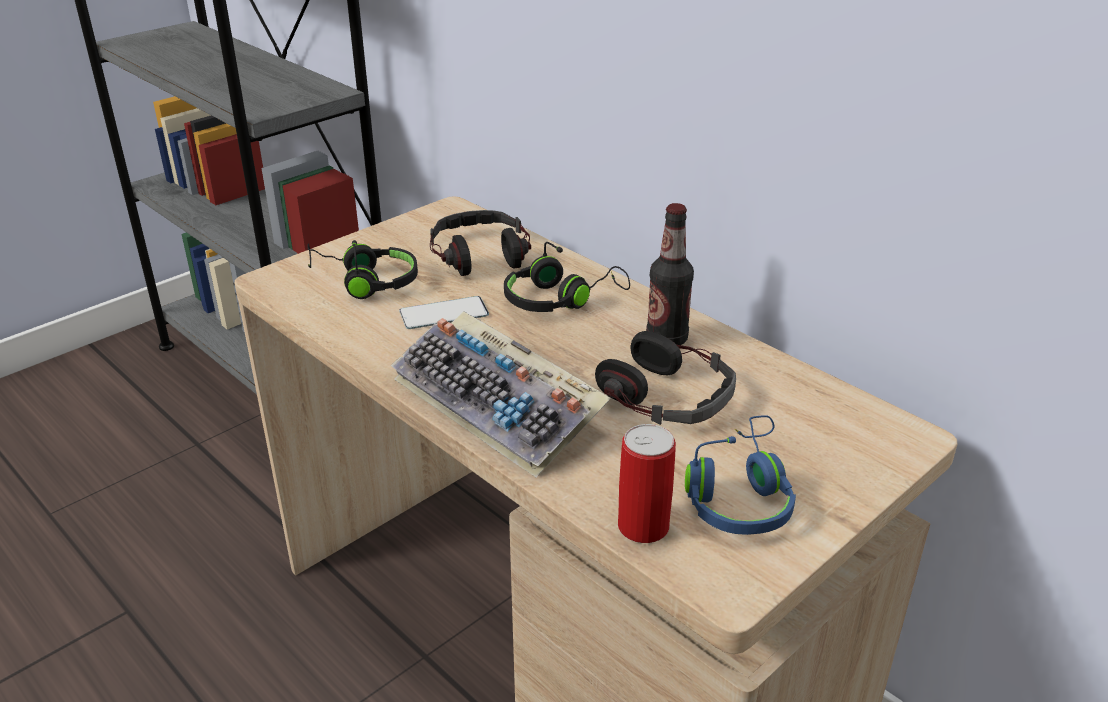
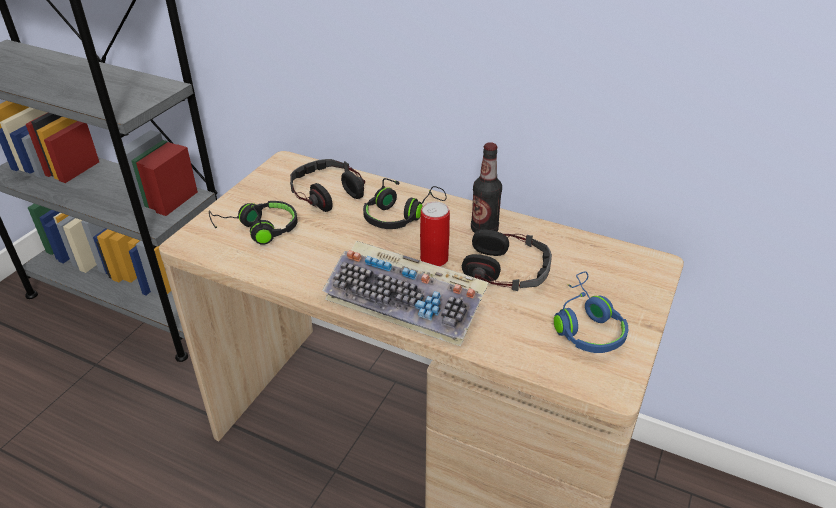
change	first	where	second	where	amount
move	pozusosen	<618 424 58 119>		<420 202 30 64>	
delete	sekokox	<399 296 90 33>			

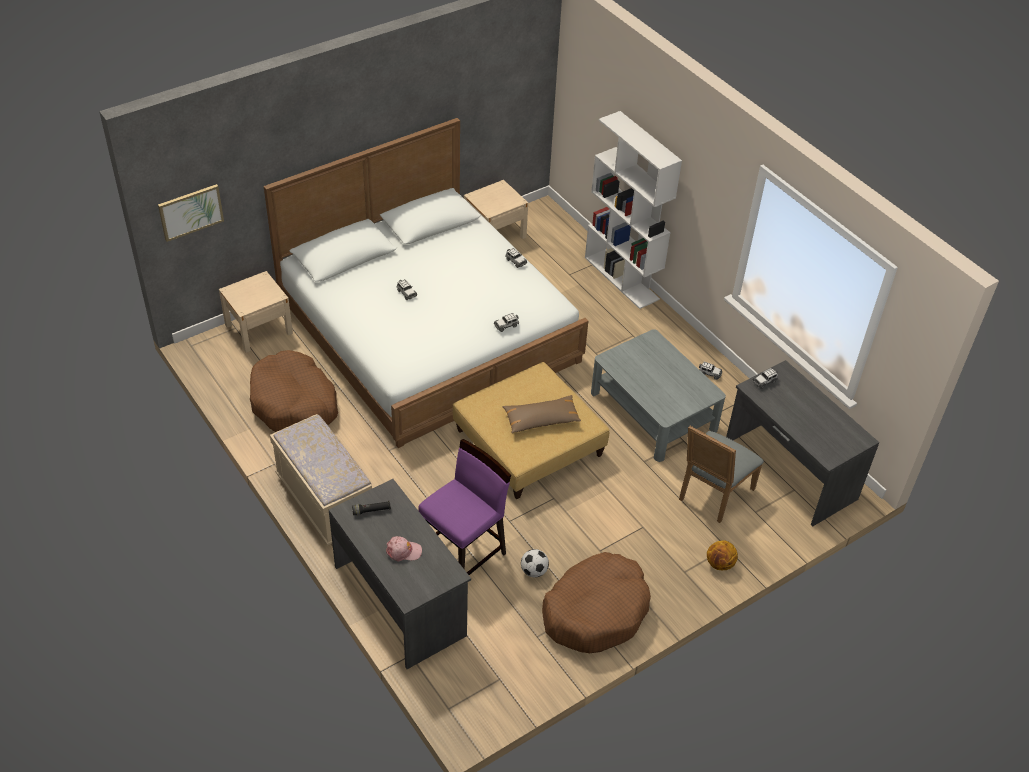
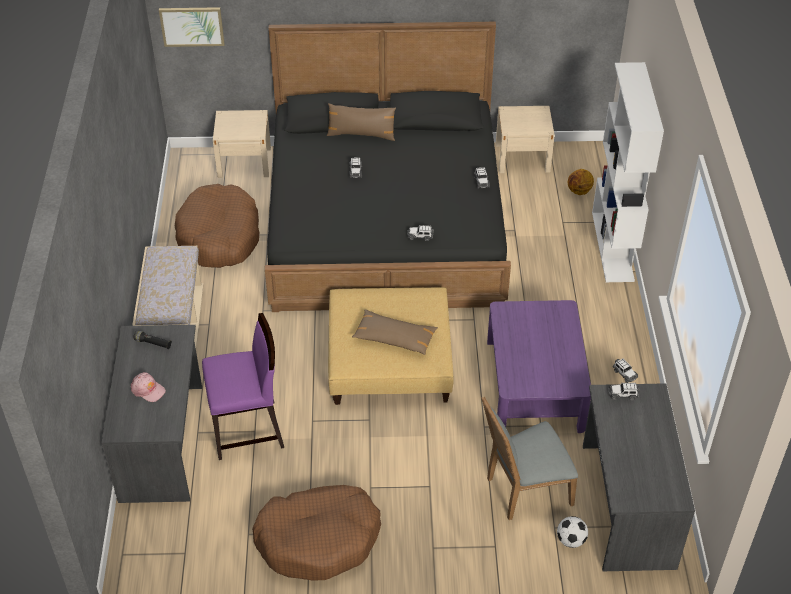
change	first	where	second	where	amount
recolor	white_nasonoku	<264 118 324 330>	black_nasonoku	<265 22 246 290>	
insert			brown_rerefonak	<327 103 69 38>	
recolor	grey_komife	<591 329 135 133>	purple_komife	<487 300 104 133>	
move	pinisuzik	<521 549 28 29>		<557 516 31 32>	
move	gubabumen	<707 541 31 29>		<568 169 26 26>	

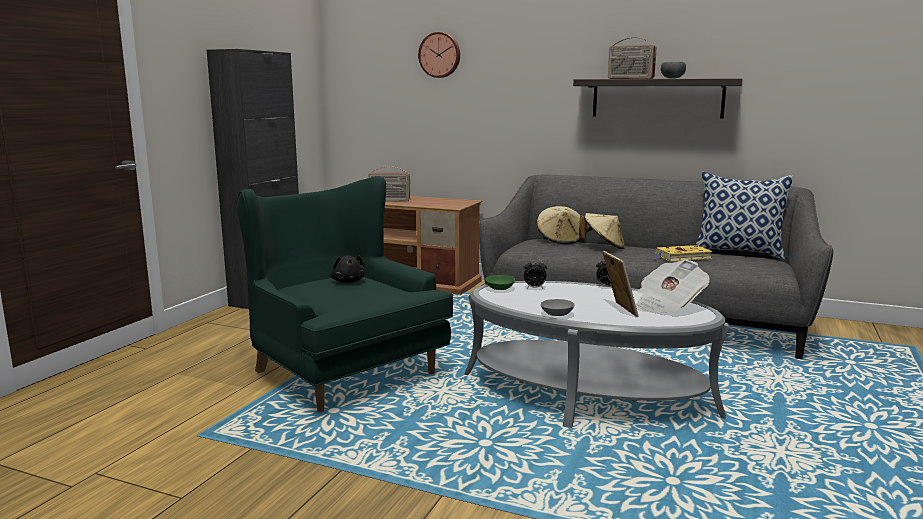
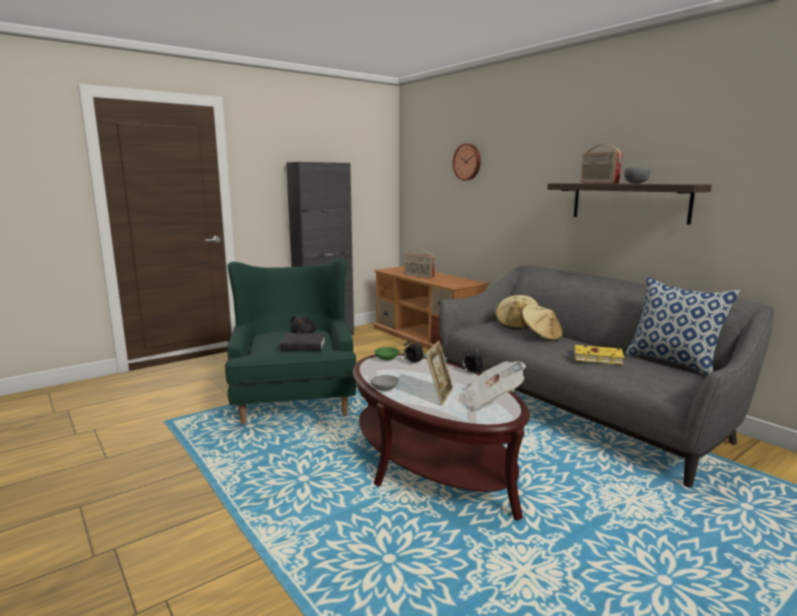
change	first	where	second	where	amount
insert			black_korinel	<280 333 45 18>	
recolor	grey_komife	<464 281 265 147>	brown_komife	<353 354 177 167>	

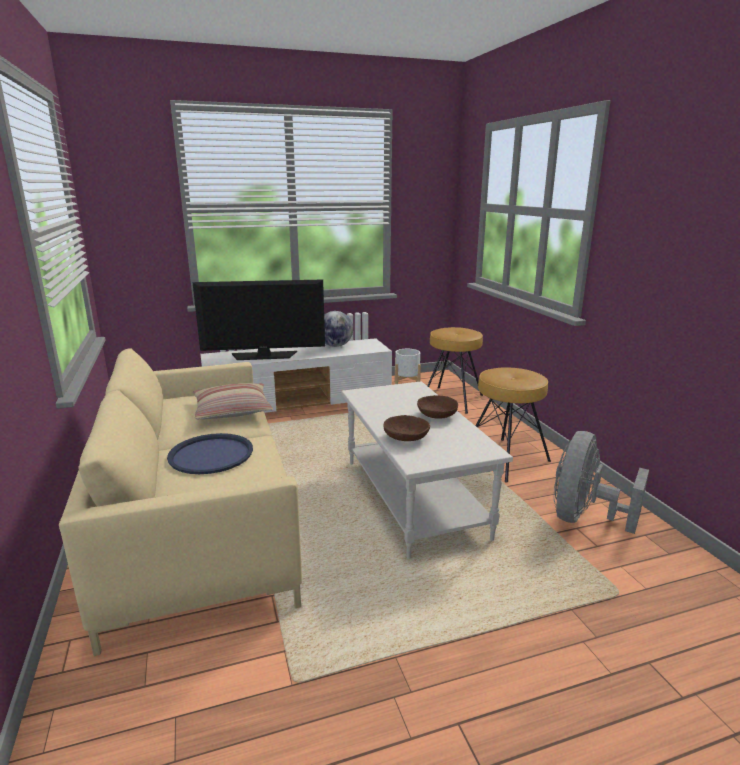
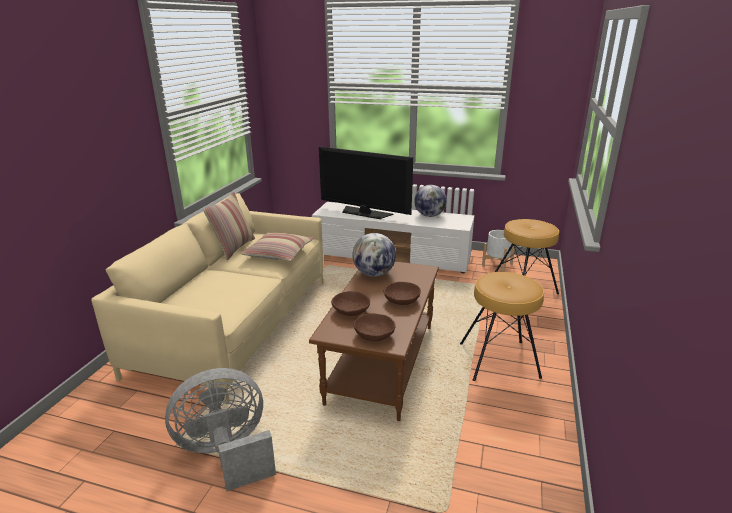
change	first	where	second	where	amount
move	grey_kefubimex	<554 431 95 103>		<165 368 111 123>	
insert			rerefonak	<203 192 52 68>	
recolor	white_komife	<341 381 172 178>	brown_komife	<309 261 130 160>	
insert			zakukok	<352 233 44 44>	
insert			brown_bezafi	<354 313 42 28>	
delete	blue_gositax	<167 433 86 41>			

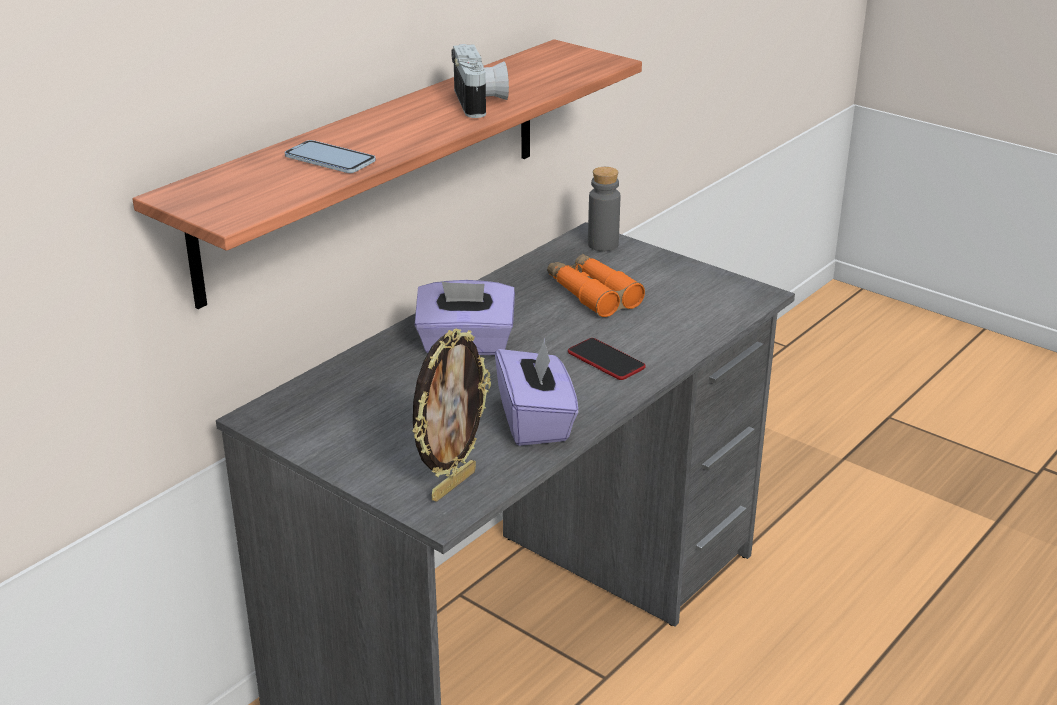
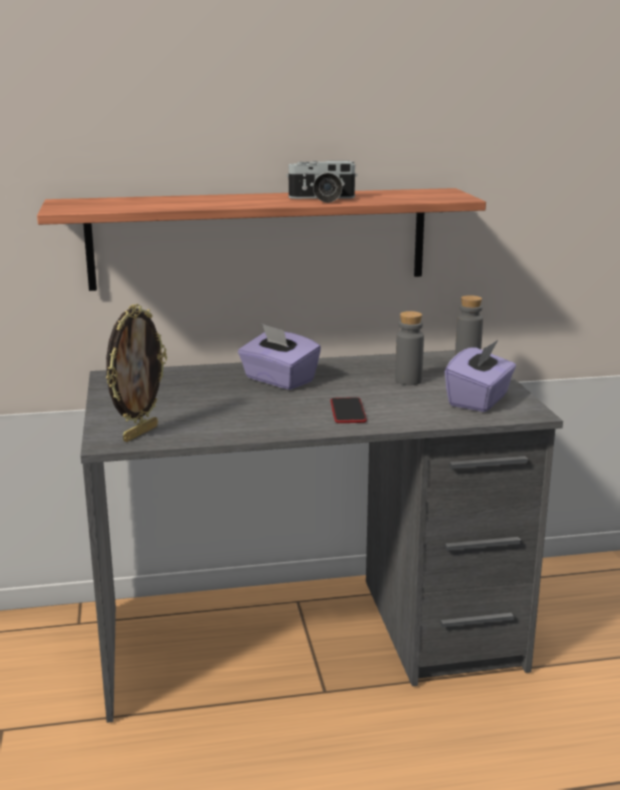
change	first	where	second	where	amount
rotate	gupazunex	<412 328 79 174>		<106 304 61 138>	45 degrees counterclockwise
rotate	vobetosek	<451 44 58 74>		<286 161 72 42>	60 degrees clockwise
replace	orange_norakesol	<547 253 98 64>	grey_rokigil	<395 311 29 74>	
move	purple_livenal	<495 339 83 107>		<445 340 71 72>	
delete	sekokox	<285 140 91 33>			

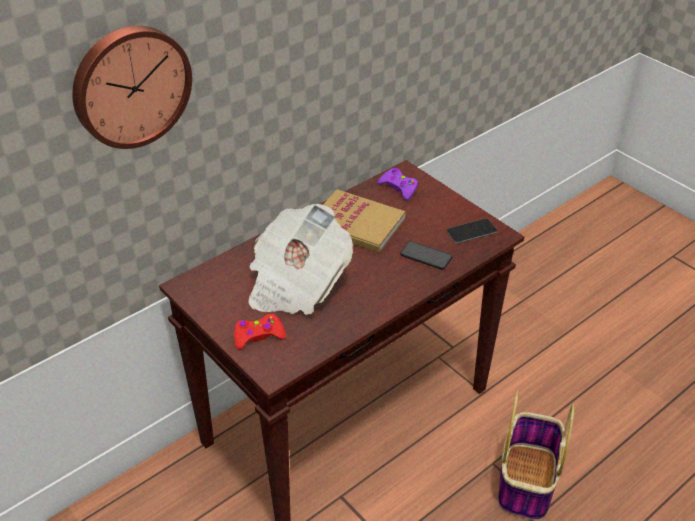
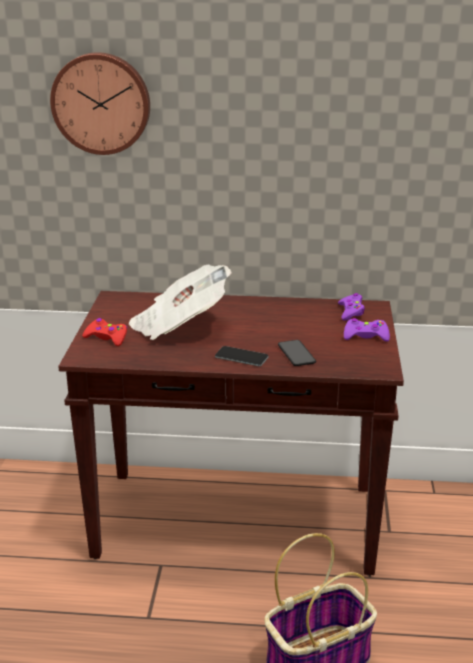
change	first	where	second	where	amount
move	sekokox	<447 219 50 24>		<215 346 54 20>	
insert			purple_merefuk	<344 318 46 24>	
delete	korinel	<323 189 83 64>			

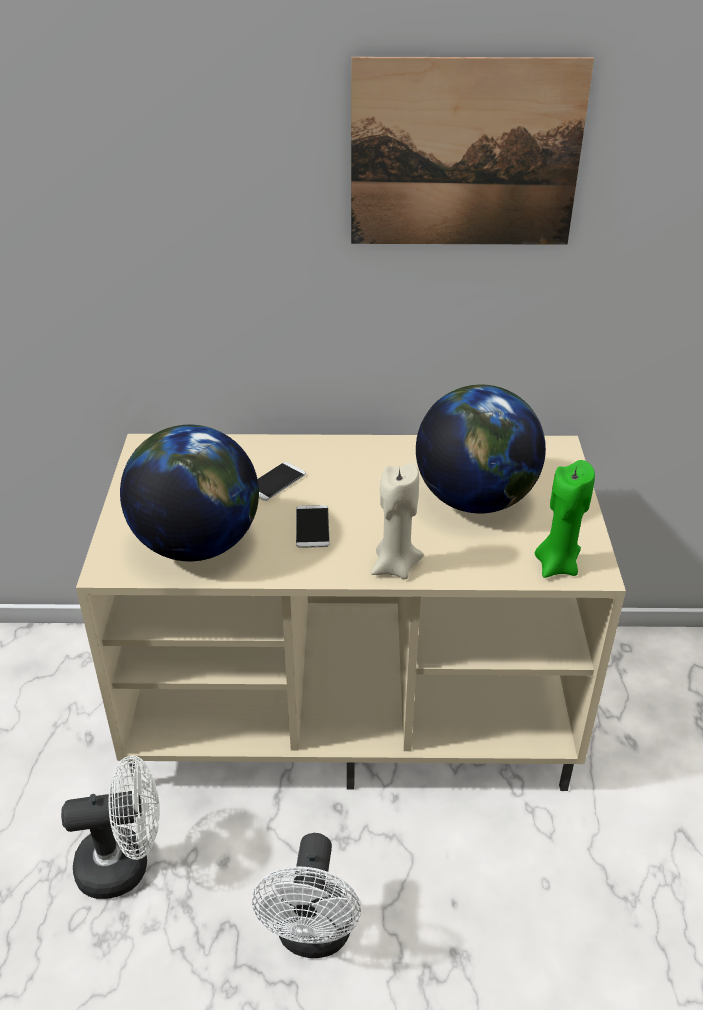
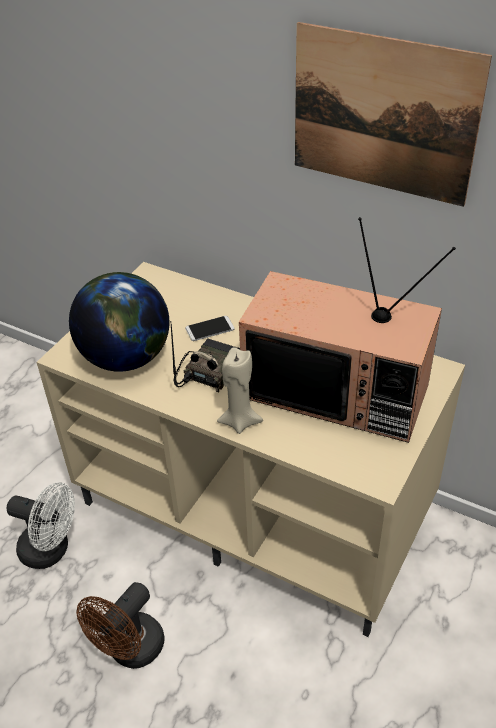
change	first	where	second	where	amount
recolor	white_kefubimex	<252 833 109 125>	brown_kefubimex	<76 582 89 87>	
replace	sekokox	<296 505 34 43>	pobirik	<170 321 70 71>	
replace	zakukok	<416 385 130 129>	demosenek	<239 217 217 226>	
delete	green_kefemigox	<535 460 60 118>			

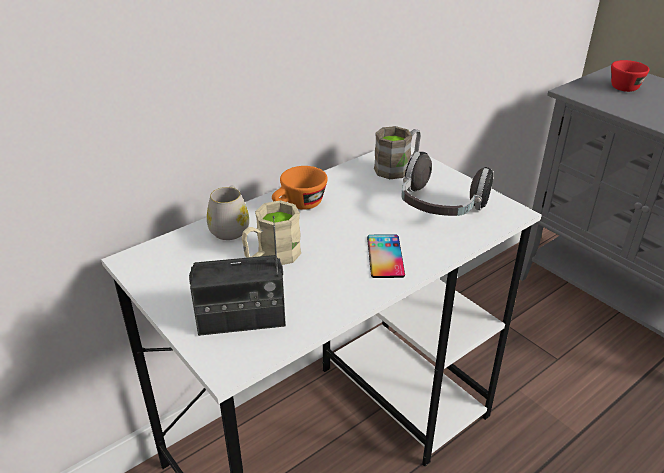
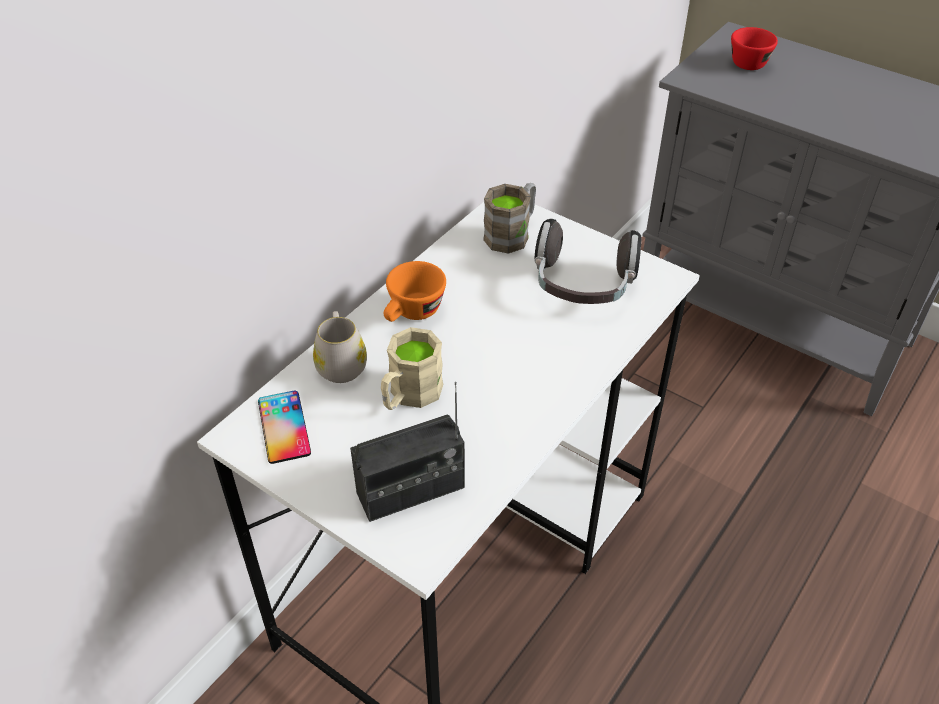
change	first	where	second	where	amount
move	sekokox	<367 234 38 44>		<258 390 53 74>	

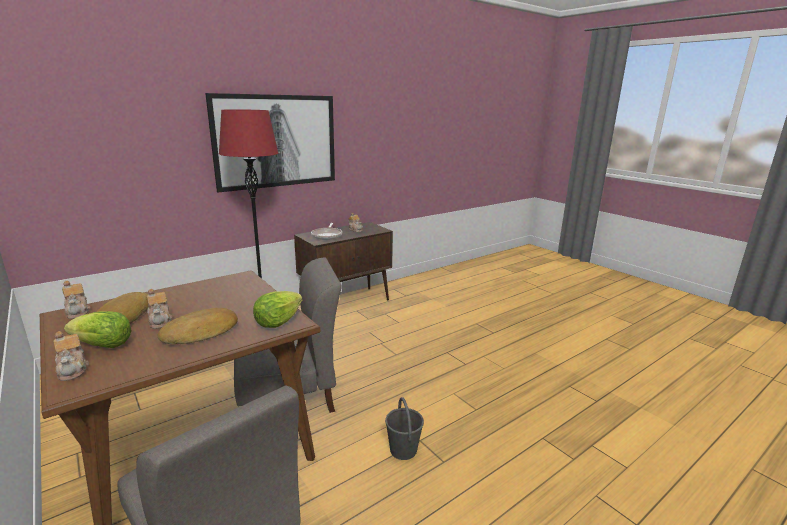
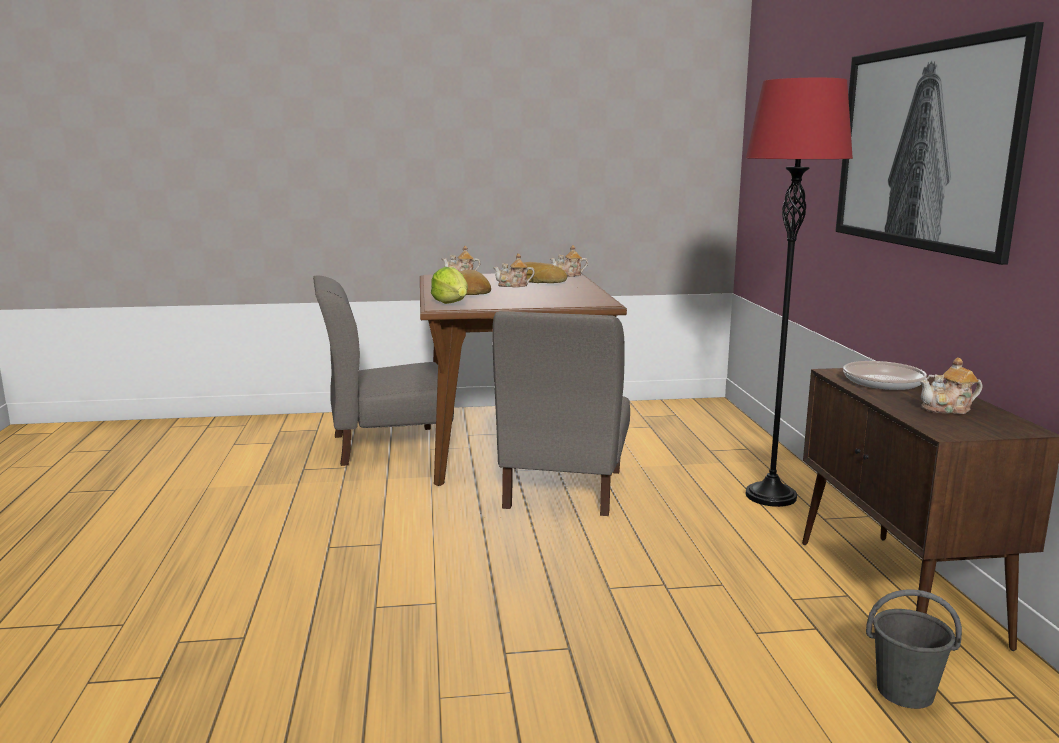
change	first	where	second	where	amount
move	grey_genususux	<385 397 39 63>		<866 589 96 120>	
delete	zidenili	<64 311 68 37>			

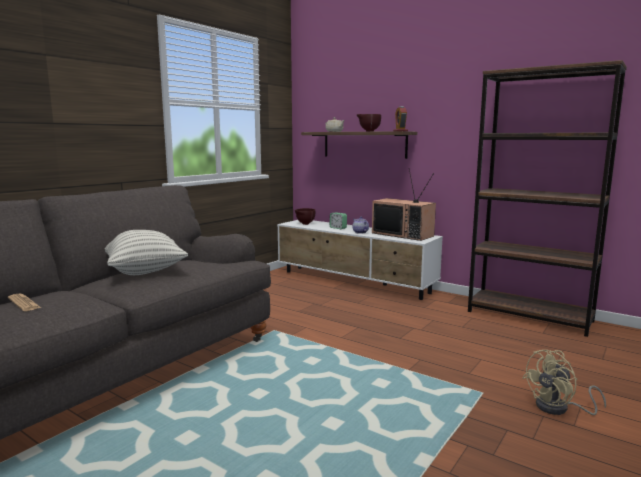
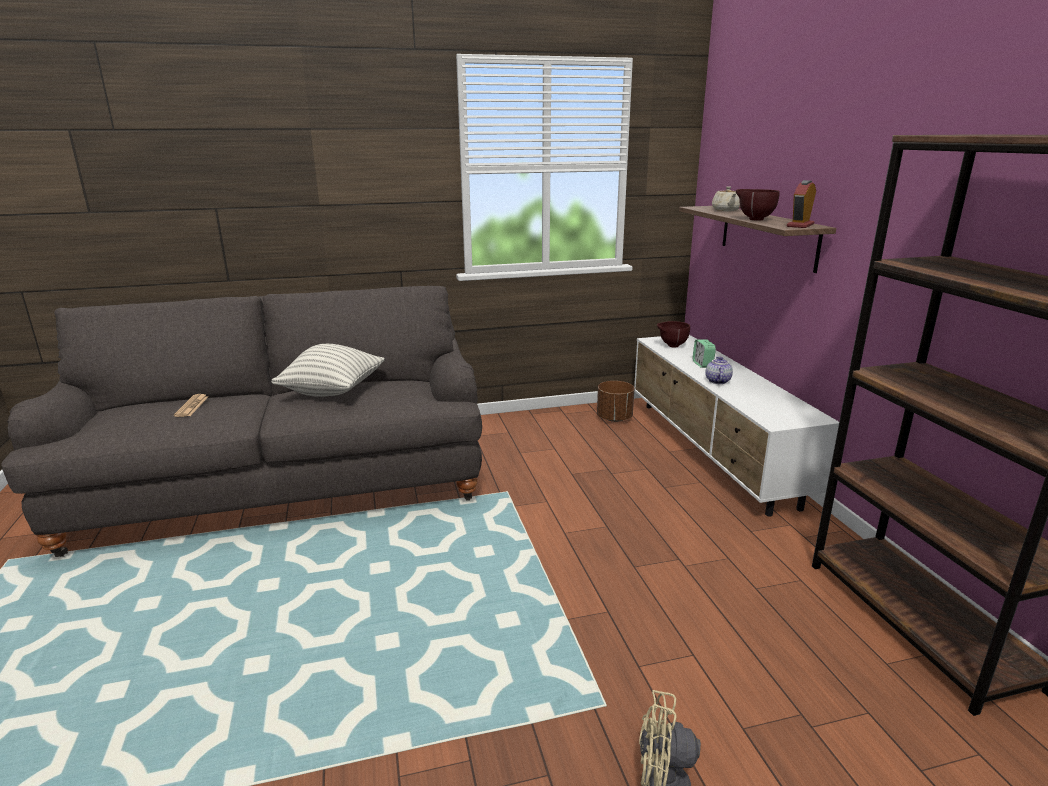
change	first	where	second	where	amount
insert			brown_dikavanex	<597 381 37 41>	
delete	demosenek	<372 168 64 73>			

